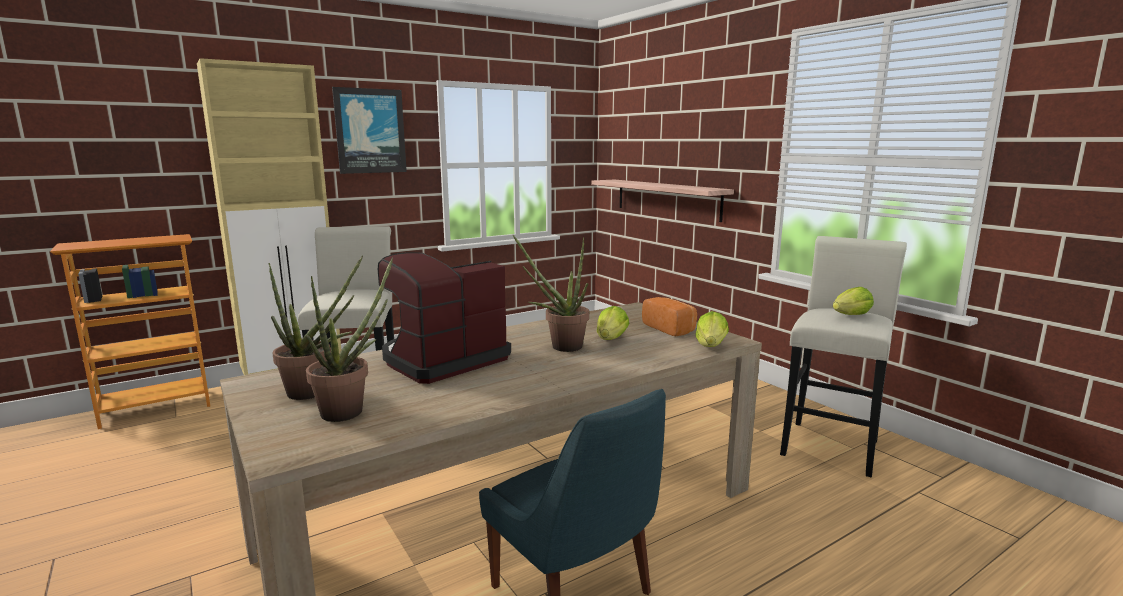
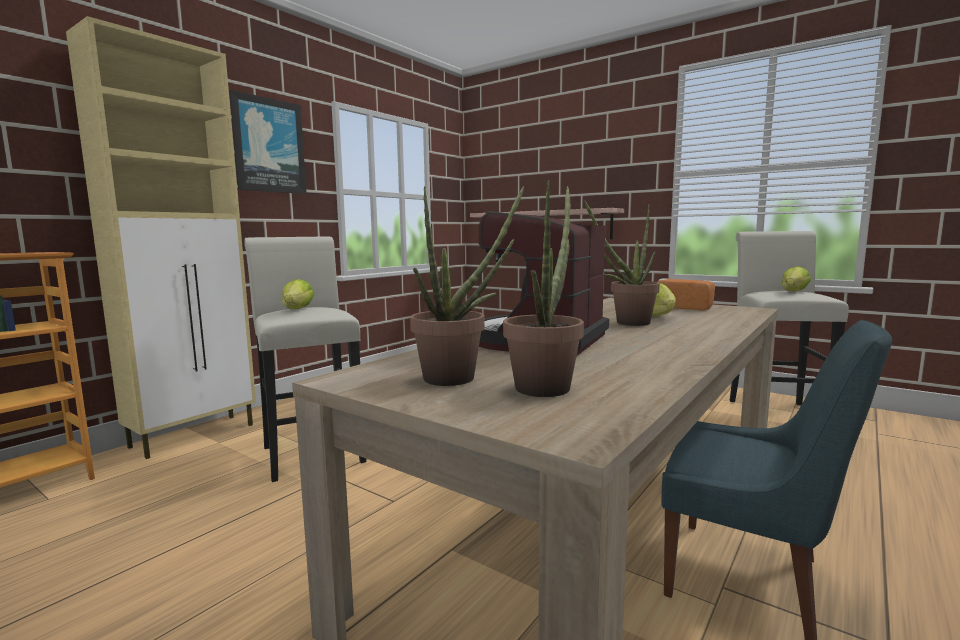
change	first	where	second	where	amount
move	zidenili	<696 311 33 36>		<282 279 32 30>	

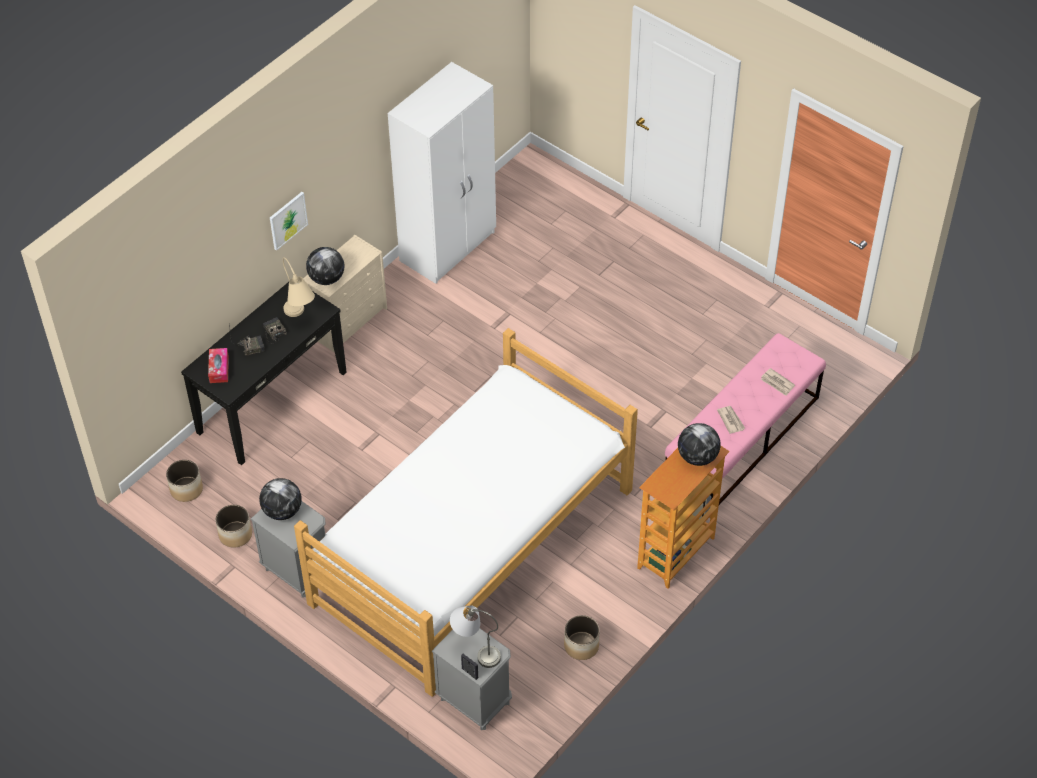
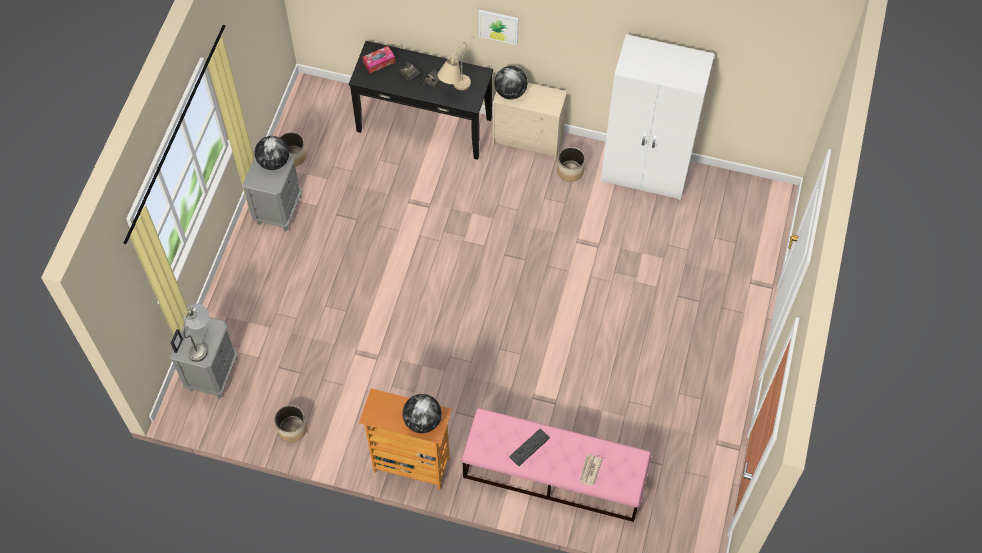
change	first	where	second	where	amount
replace	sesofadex	<717 406 28 28>	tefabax	<509 429 41 37>	
move	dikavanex	<166 460 37 42>		<557 147 28 35>	
delete	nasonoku	<294 328 344 369>			

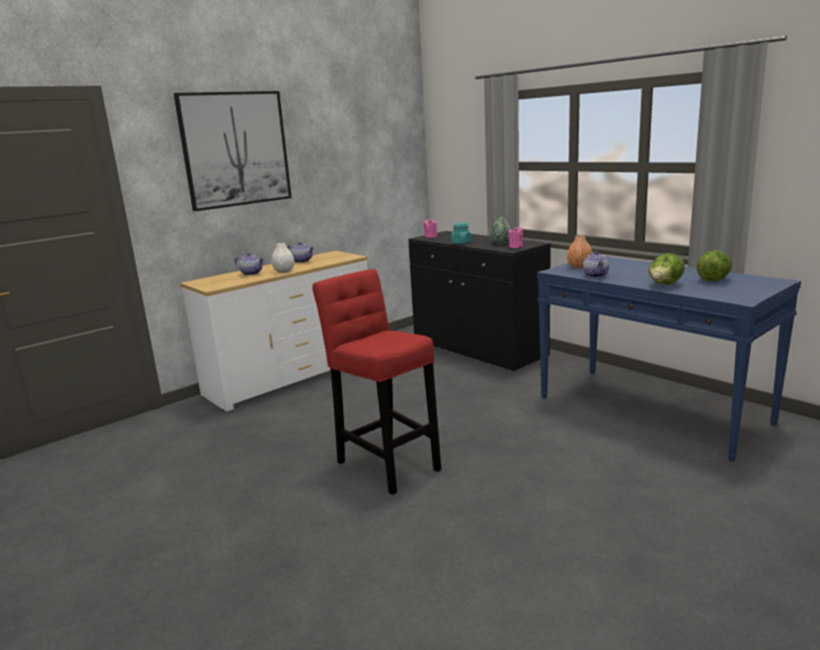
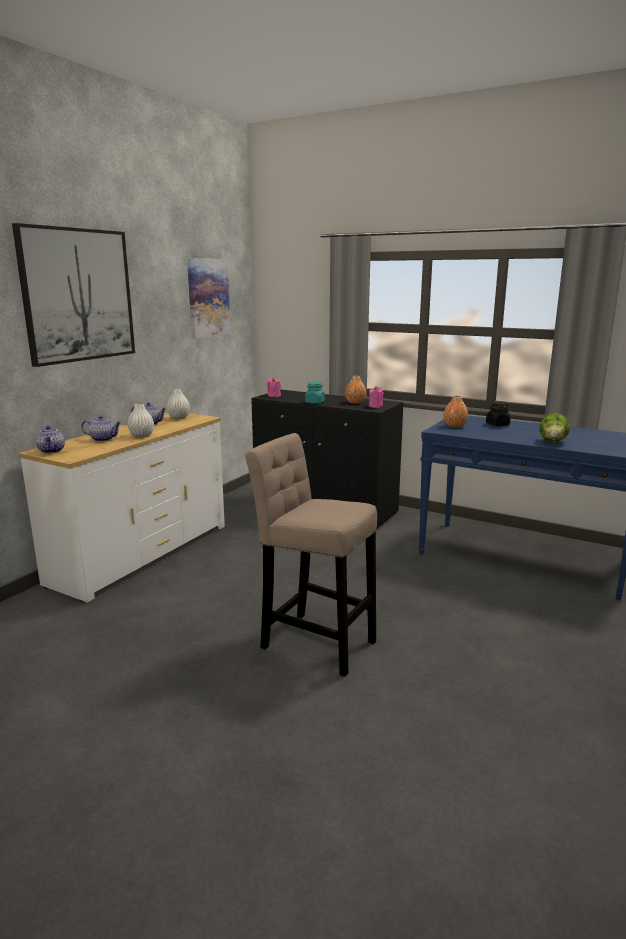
change	first	where	second	where	amount
move	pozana	<583 251 26 27>		<36 426 29 28>	
insert			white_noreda	<167 389 23 30>	
insert			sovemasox	<187 258 44 81>	
recolor	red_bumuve	<312 269 129 226>	beige_bumuve	<245 433 132 244>	
recolor	green_noreda	<490 216 21 28>	orange_noreda	<345 376 21 28>	
insert			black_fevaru	<486 401 25 25>	
delete	zidenili	<697 250 35 31>			

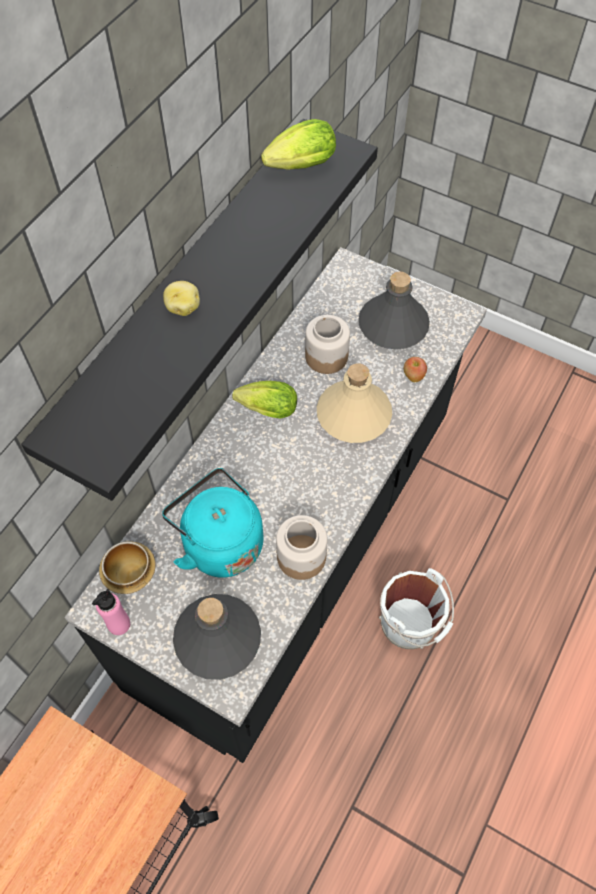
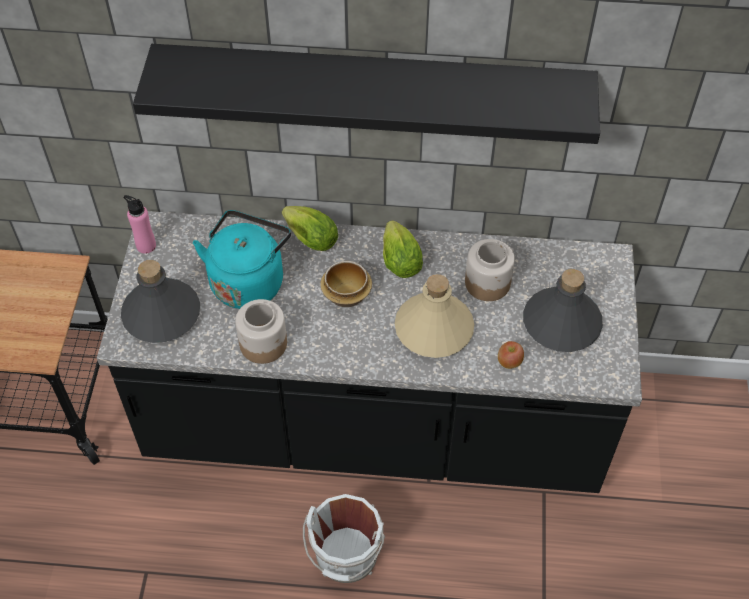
change	first	where	second	where	amount
move	zidenili	<261 119 75 51>		<282 206 56 45>	
move	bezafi	<99 541 57 53>		<320 261 52 46>	
delete	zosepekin	<163 281 37 35>			

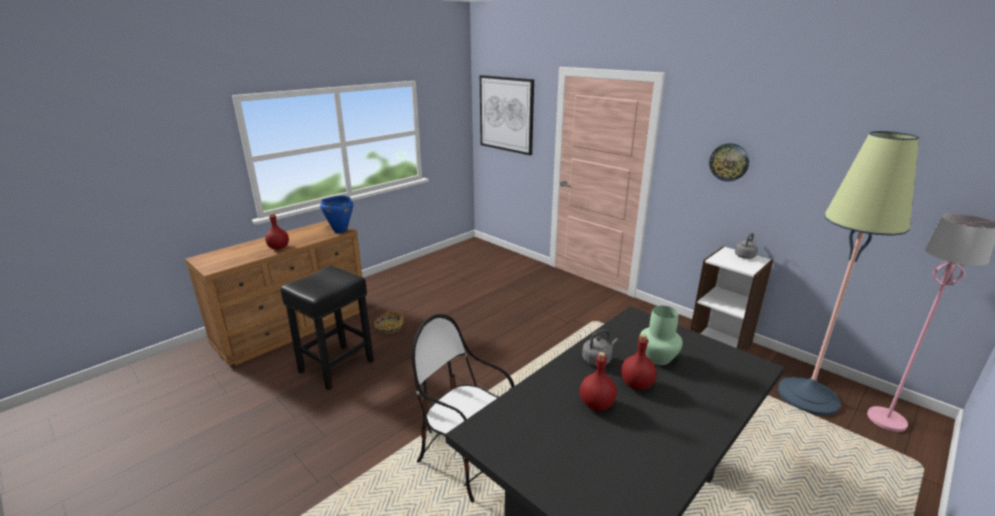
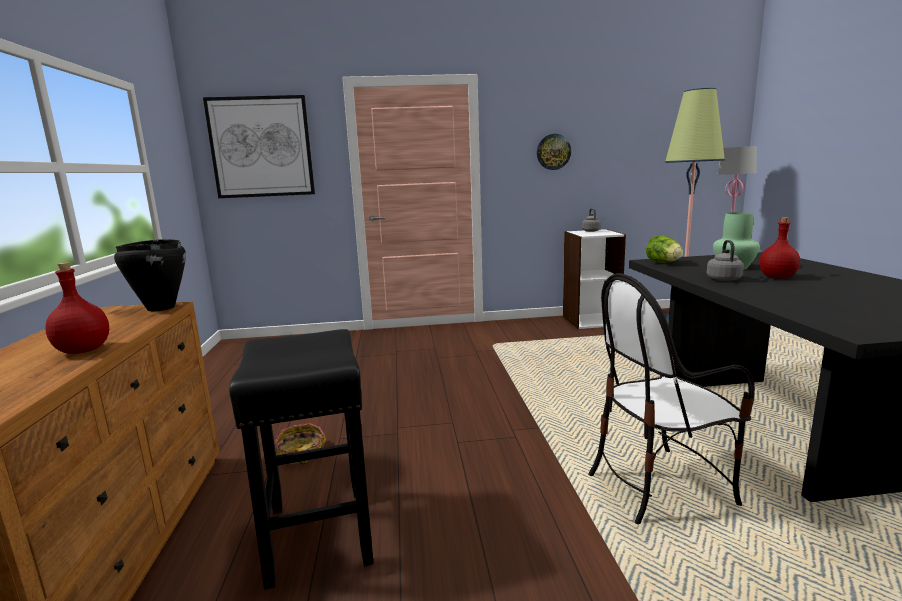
change	first	where	second	where	amount
recolor	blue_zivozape	<320 196 33 37>	black_zivozape	<114 239 72 72>	
insert			zidenili	<646 235 37 28>	
delete	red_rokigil	<580 352 37 59>			

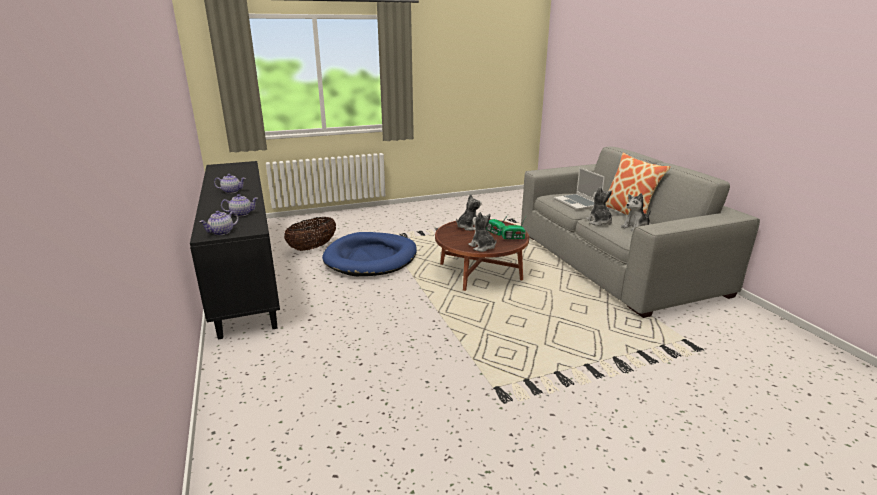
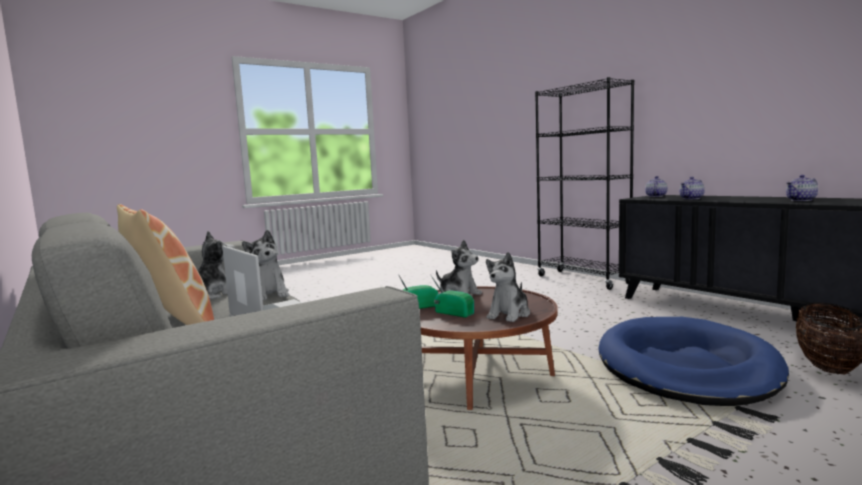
change	first	where	second	where	amount
insert			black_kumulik	<535 77 99 213>	

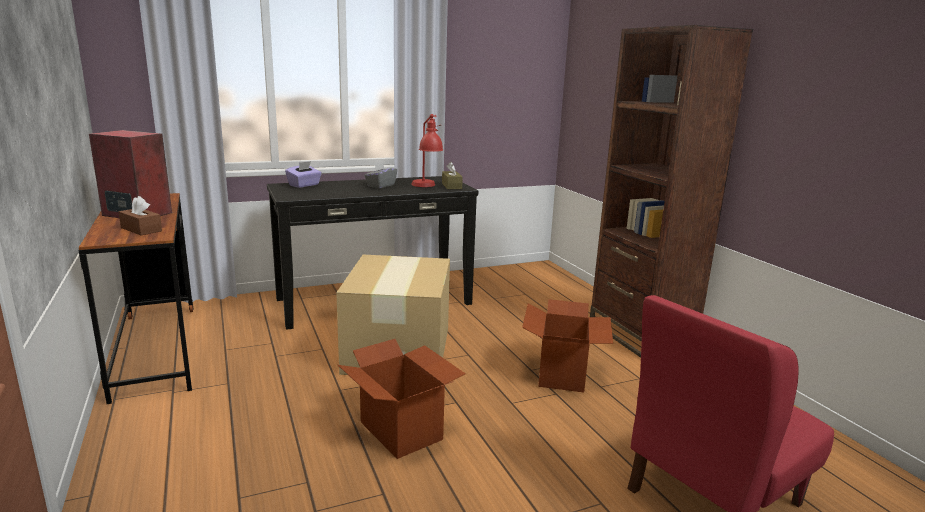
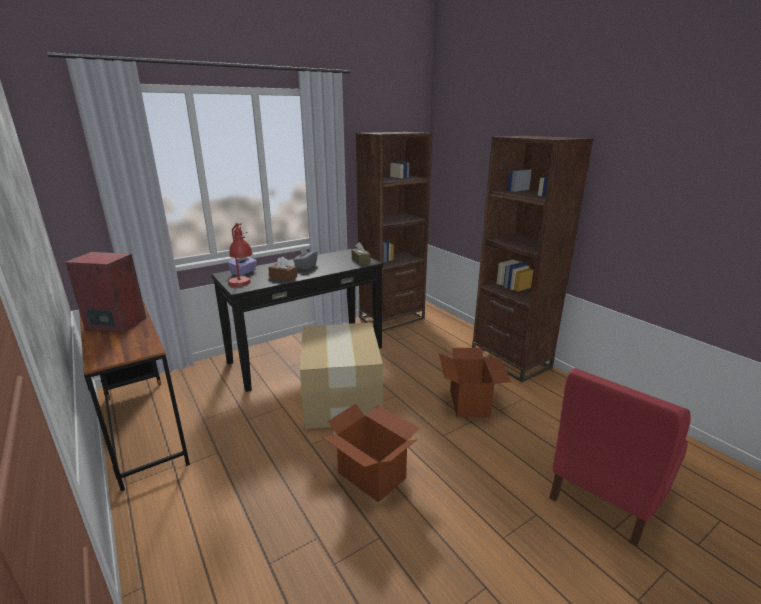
change	first	where	second	where	amount
move	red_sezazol	<411 114 32 73>		<228 223 25 64>	
move	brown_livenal	<119 196 43 39>		<268 256 29 25>	
insert			brown_kumulik	<356 132 77 199>	

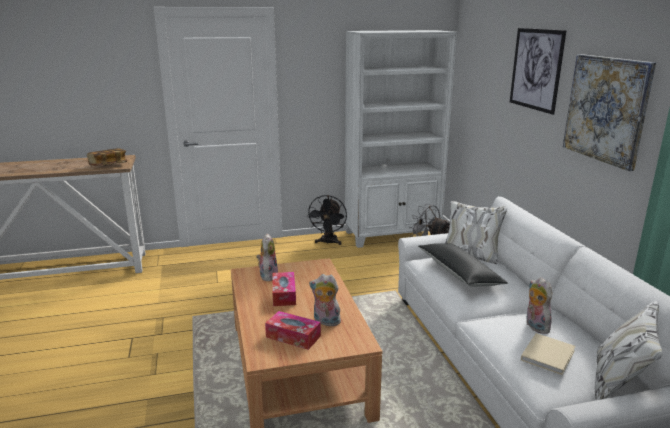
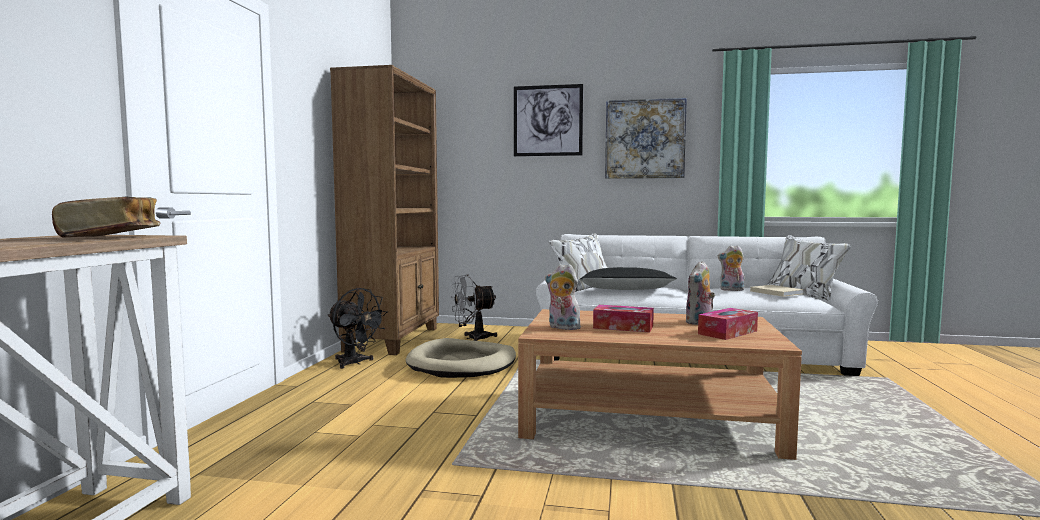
change	first	where	second	where	amount
recolor	white_kumulik	<345 30 112 218>	brown_kumulik	<330 65 109 290>	
insert			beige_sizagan	<406 338 110 40>	

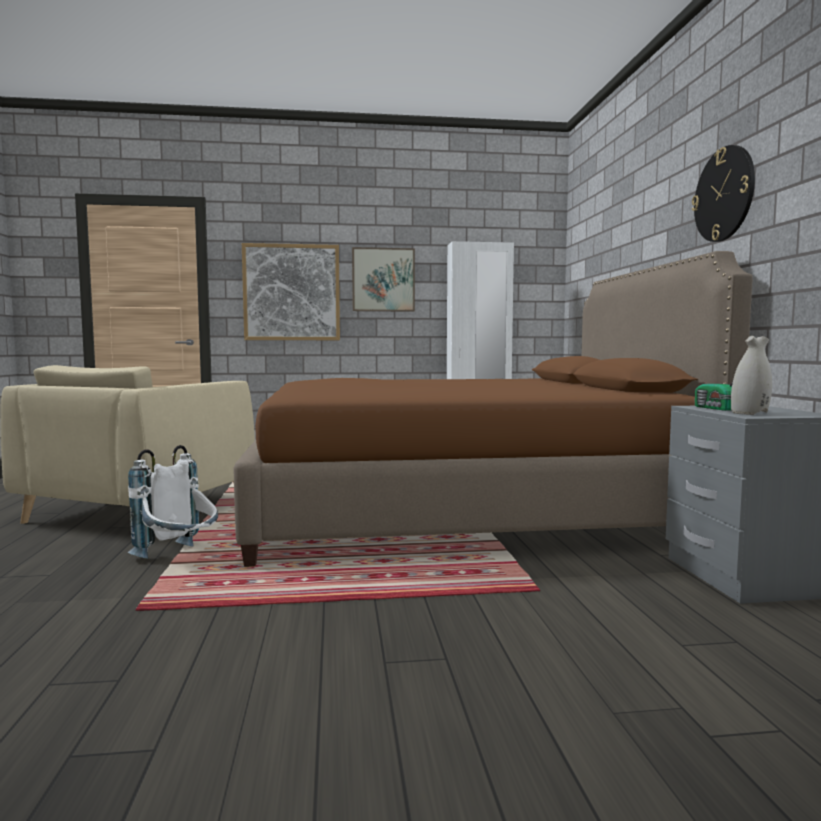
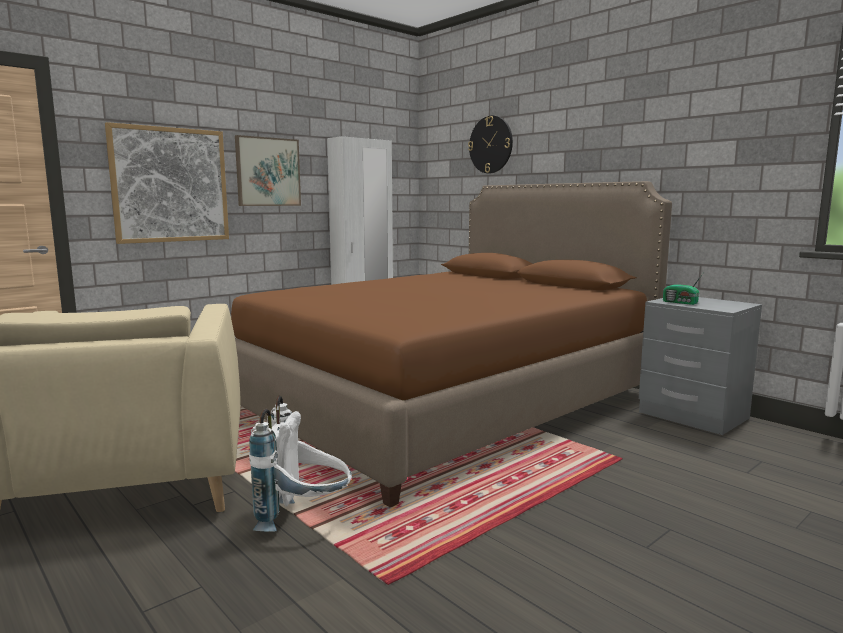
change	first	where	second	where	amount
move	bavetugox	<692 145 63 97>		<468 116 45 57>	
delete	white_noreda	<731 336 41 79>			

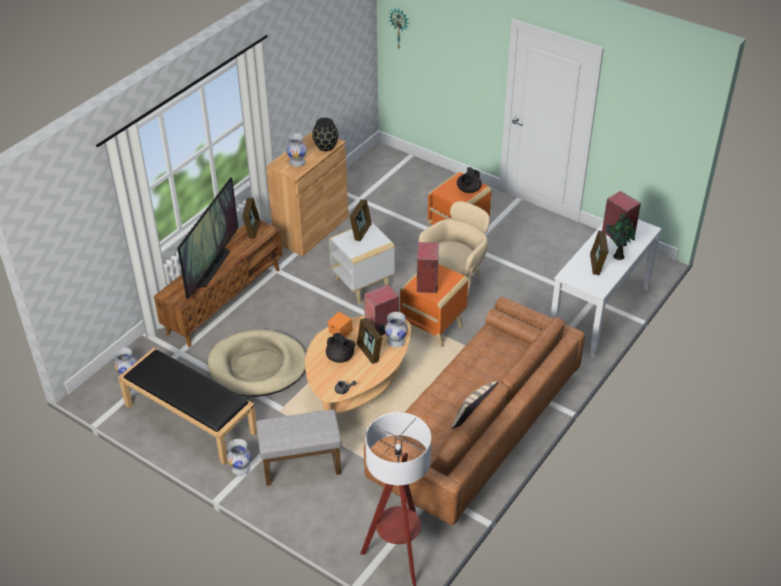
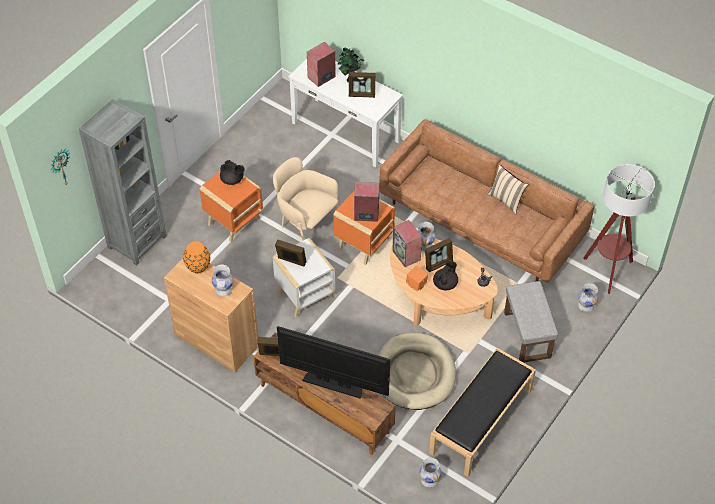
change	first	where	second	where	amount
insert			grey_kumulik	<79 99 88 167>	
recolor	black_noreda	<312 118 26 33>	orange_noreda	<183 241 27 32>	
move	white_noreda	<227 439 24 37>		<578 283 20 29>	

